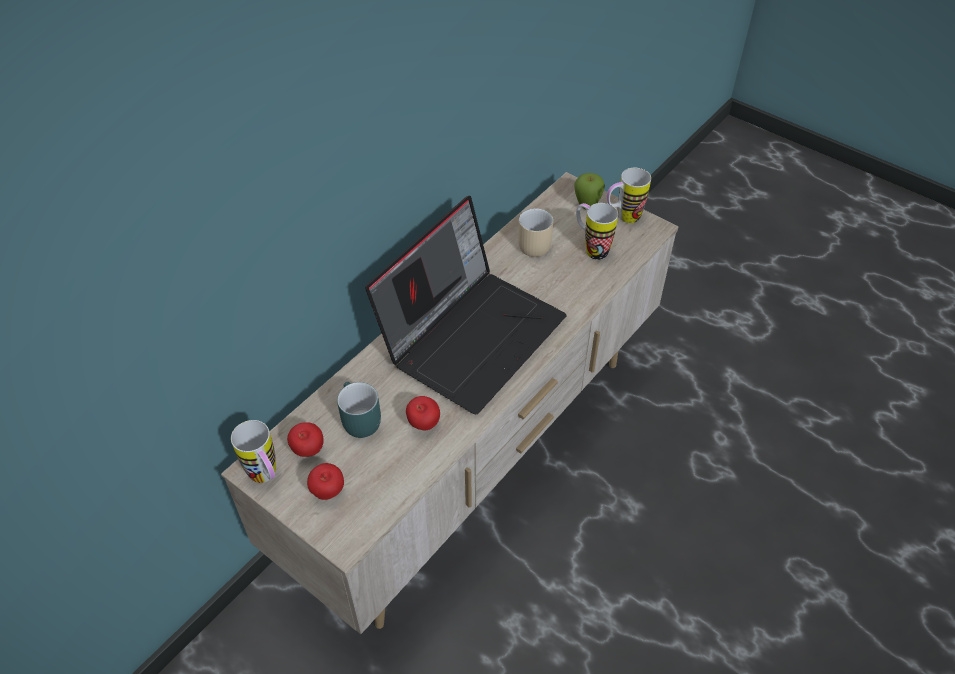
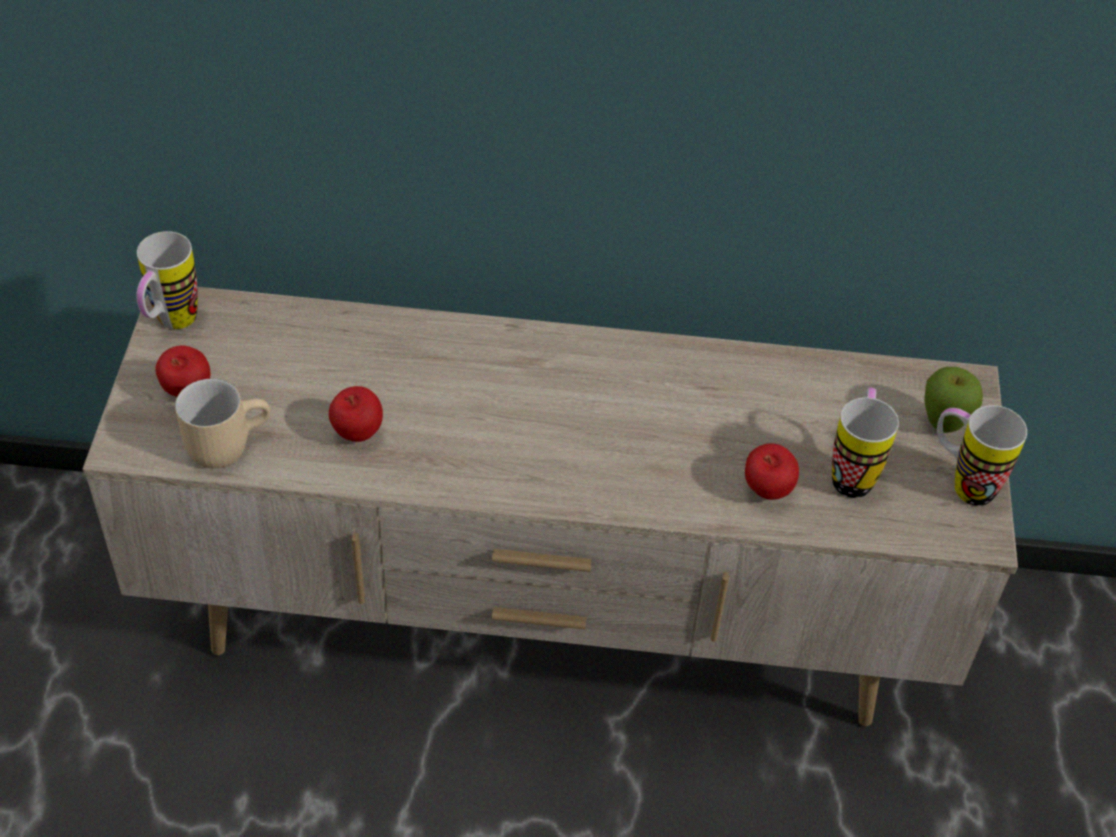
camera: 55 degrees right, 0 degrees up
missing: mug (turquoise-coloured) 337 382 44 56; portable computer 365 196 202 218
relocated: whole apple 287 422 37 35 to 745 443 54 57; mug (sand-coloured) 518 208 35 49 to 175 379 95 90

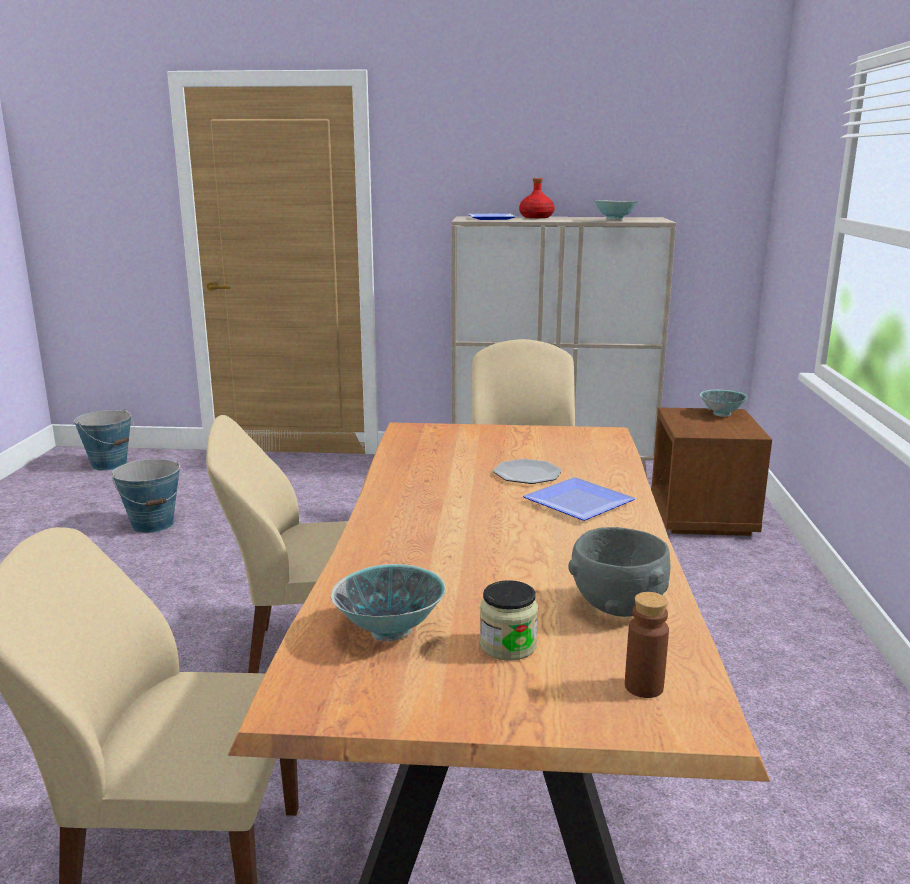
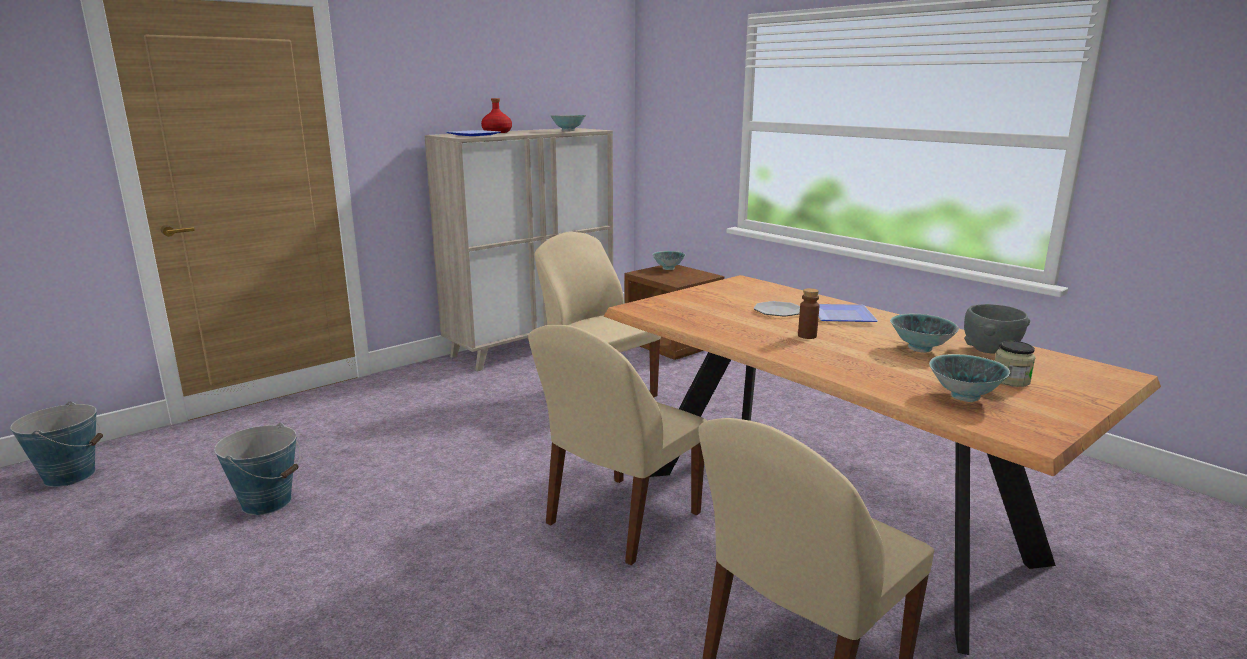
camera: 45 degrees left, 0 degrees up
appeared: bowl 890 314 69 39
relocated: drink bottle (brownish) 625 592 44 106 to 798 288 22 51

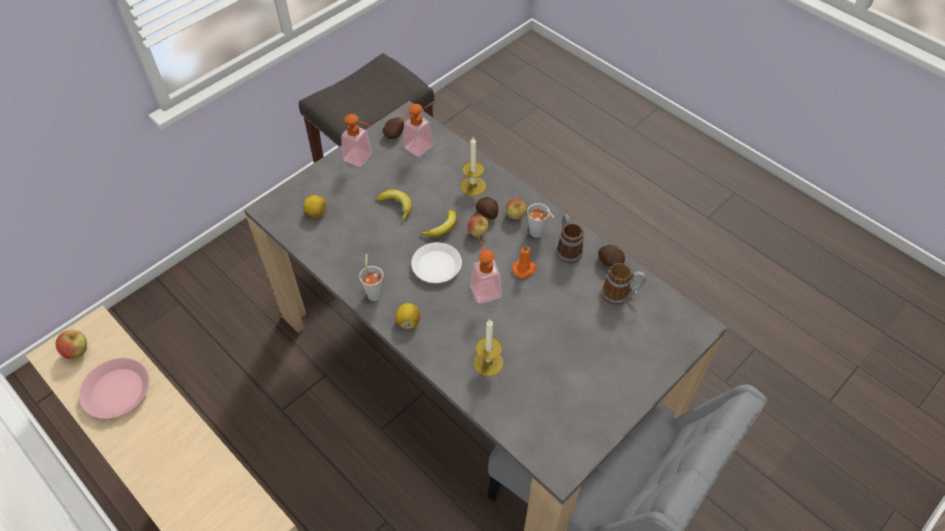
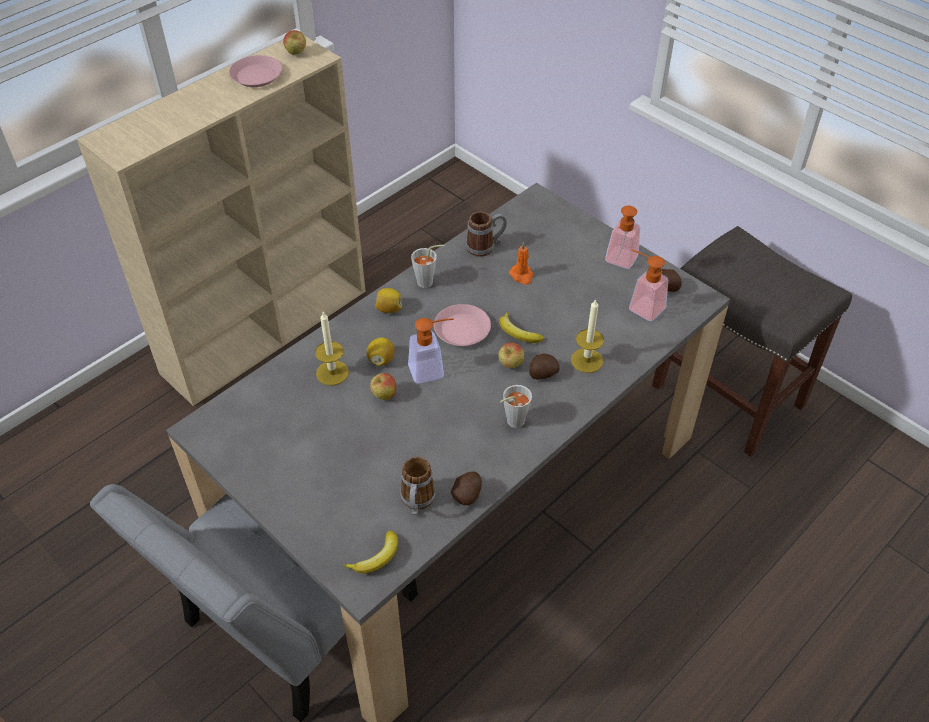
camera: 90 degrees right, 5 degrees down
relocated: whole lemon 303 195 25 22 to 366 337 29 29; whole banana 377 190 35 32 to 343 531 55 43; whole apple 506 198 21 21 to 370 373 26 27; wax light (orange) 512 244 25 34 to 509 242 24 43; mug 556 214 28 49 to 466 211 41 46
colour: plate (white-coloured) 411 242 51 41 to plate (pinkish) 434 304 57 42

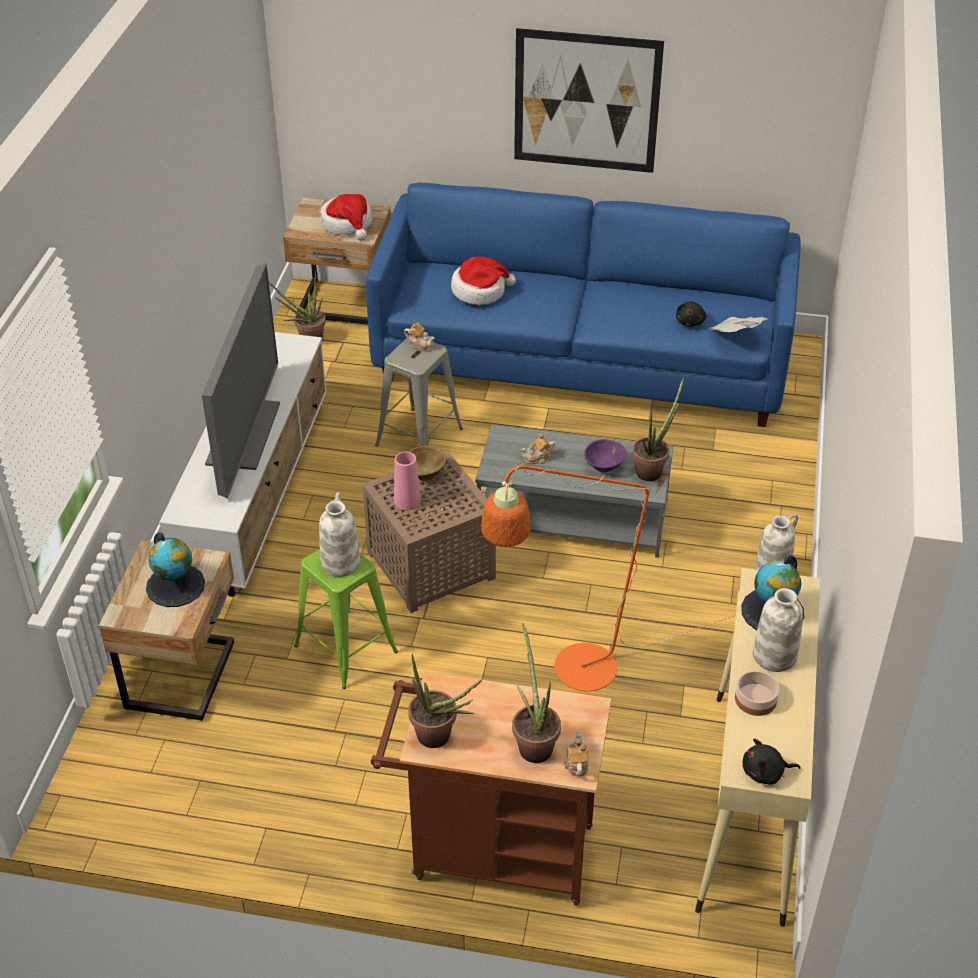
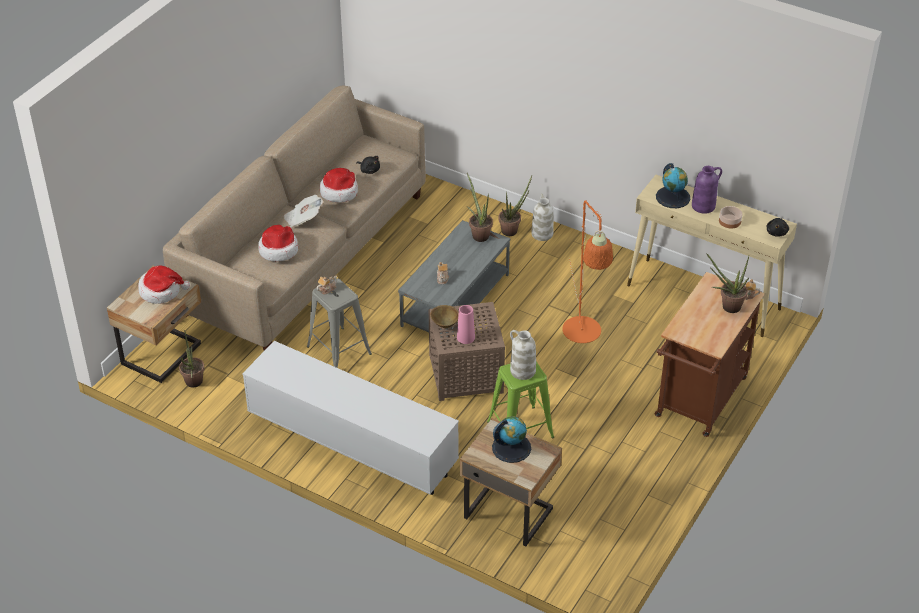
camera: 70 degrees left, 0 degrees up
missing: TV set 202 264 78 235; wall art 514 28 150 145; bowl (purple-coloured) 584 439 43 33
appeared: hat 320 168 38 35
relocated: potted plant 408 654 76 94 to 498 176 34 60; daily paper 711 317 56 15 to 284 195 39 33
colour: settee (bluish) 366 183 435 244 to settee (sand-coloured) 163 86 263 265; flower vase (white-coloured) 753 588 50 84 to flower vase (purple-coloured) 692 166 30 48

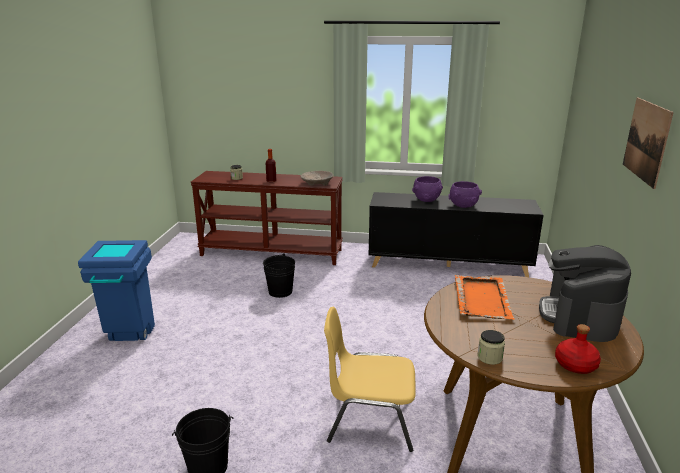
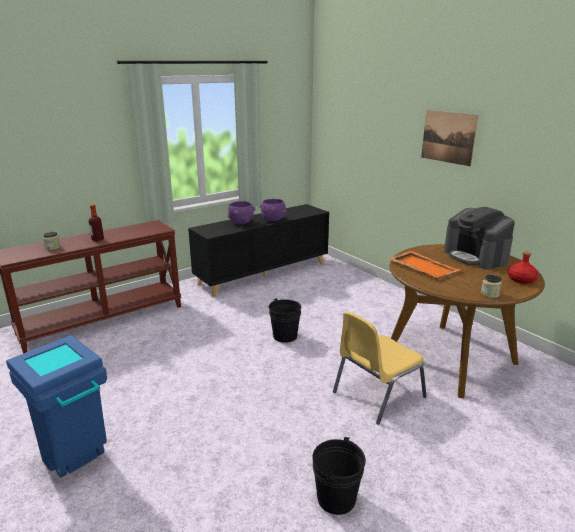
camera: 45 degrees left, 0 degrees up
missing: bowl (sand-coloured) 300 171 33 15
relocated: pail (black) 263 253 32 45 to 269 298 32 45

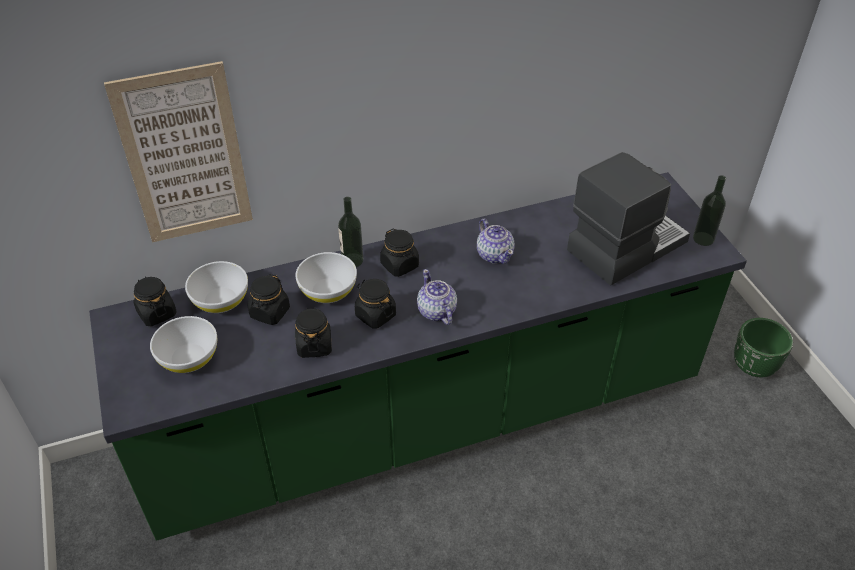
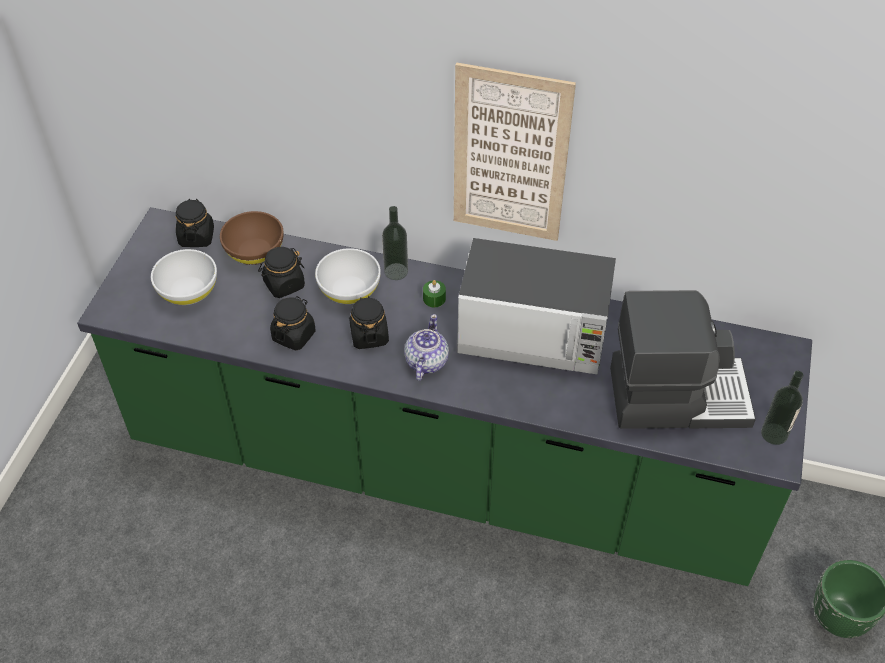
camera: 35 degrees right, 5 degrees up
relocated: wall art 104 61 149 181 to 454 62 122 179
exchanged: preserve jar (black) 380 228 39 49 to wax light (green-coloured) 423 280 23 27; tea pot 477 219 37 45 to microwave 457 238 159 136
colour: bowl (white-coloured) 185 261 63 52 to bowl (brownish) 220 211 64 54

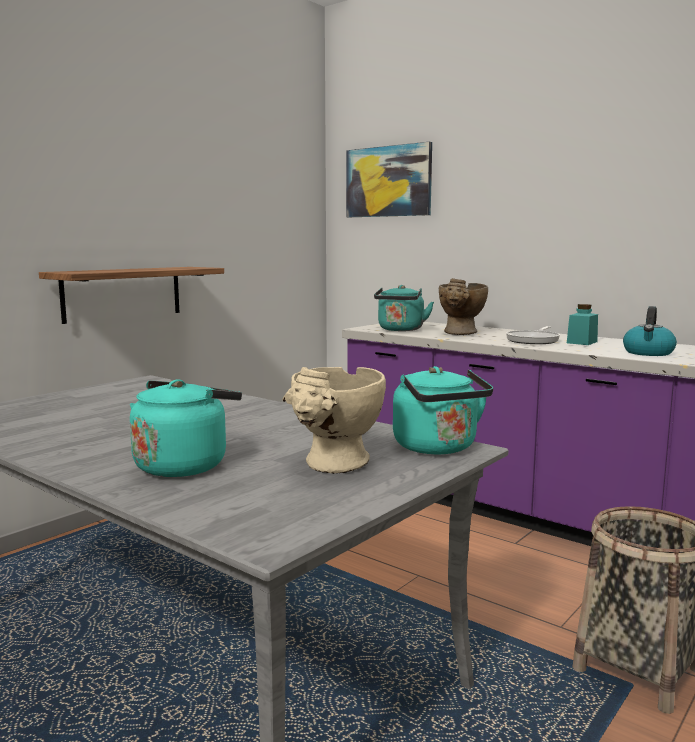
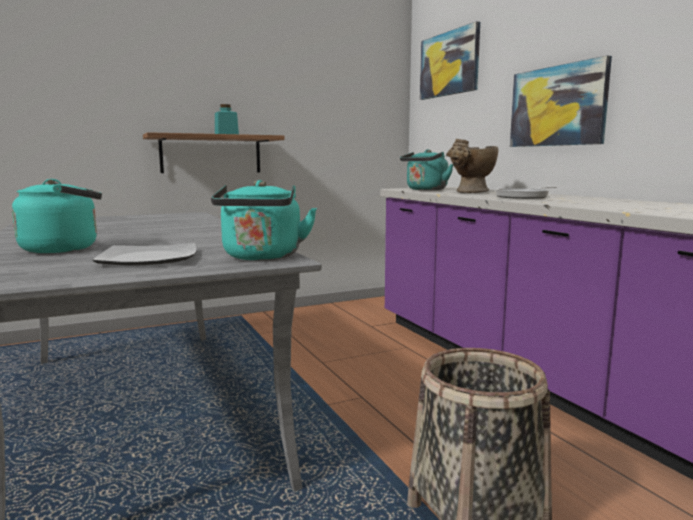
camera: 25 degrees right, 0 degrees up
missing: water kettle 623 306 54 50
appeared: wall art 510 55 102 92
relocated: preserve jar (turquoise-coloured) 567 304 31 41 to 215 104 24 30
exchanged: flower vase (sand-coloured) 282 367 104 107 to plate 92 243 105 22

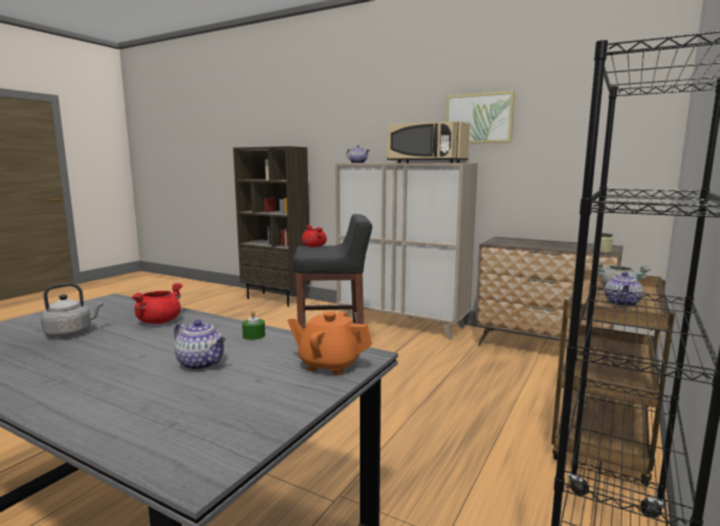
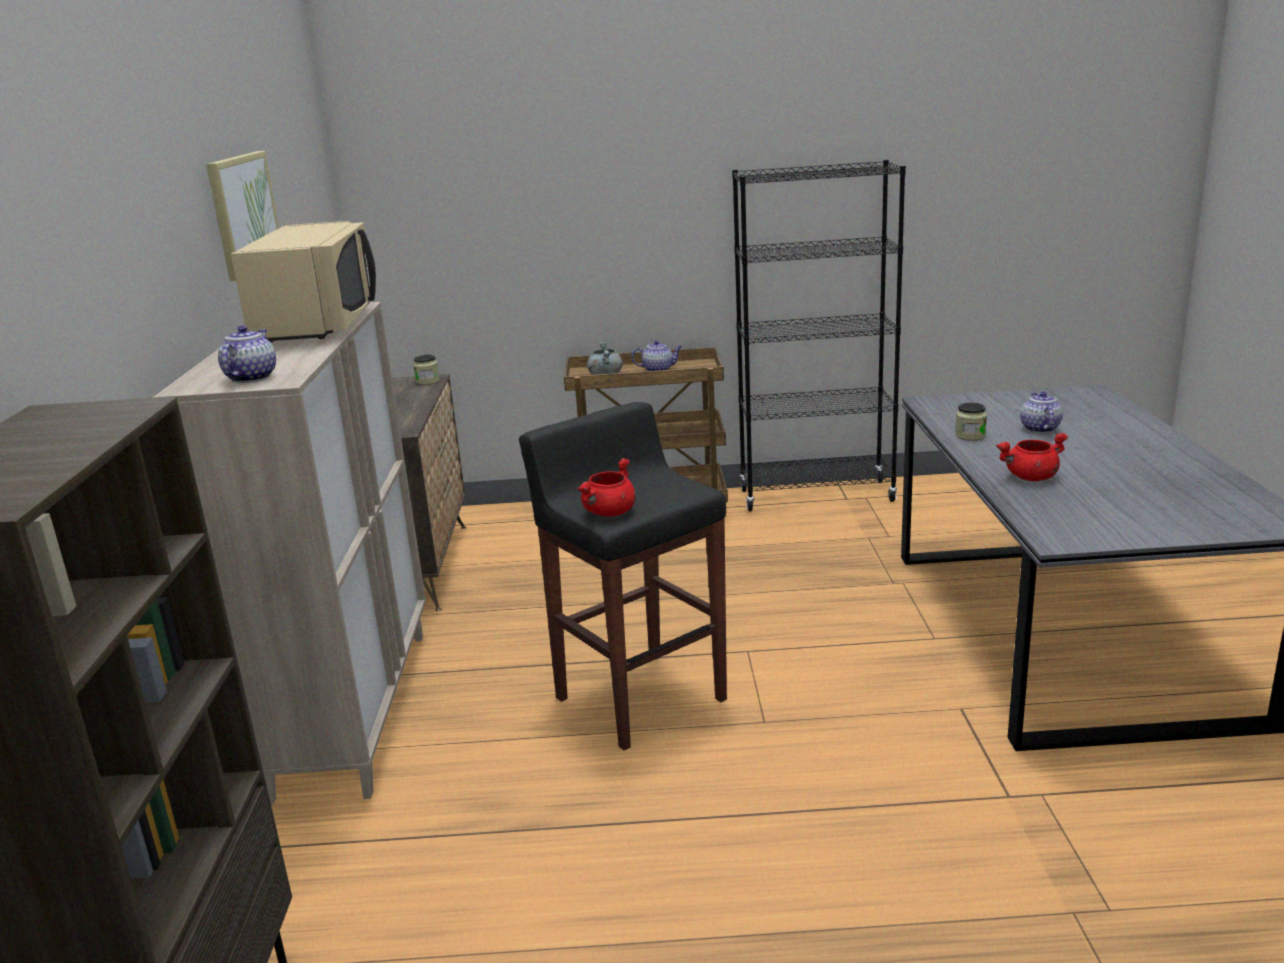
camera: 120 degrees left, 10 degrees up
missing: water kettle (greyish) 40 283 63 54; tea pot (orange) 288 311 84 64
exchanged: wax light (green-coloured) 242 311 23 29 to preserve jar 955 403 32 38

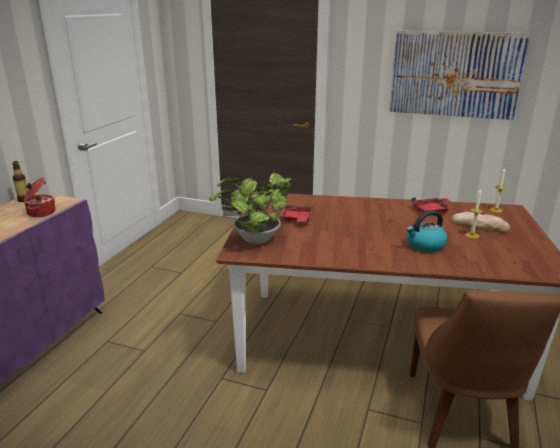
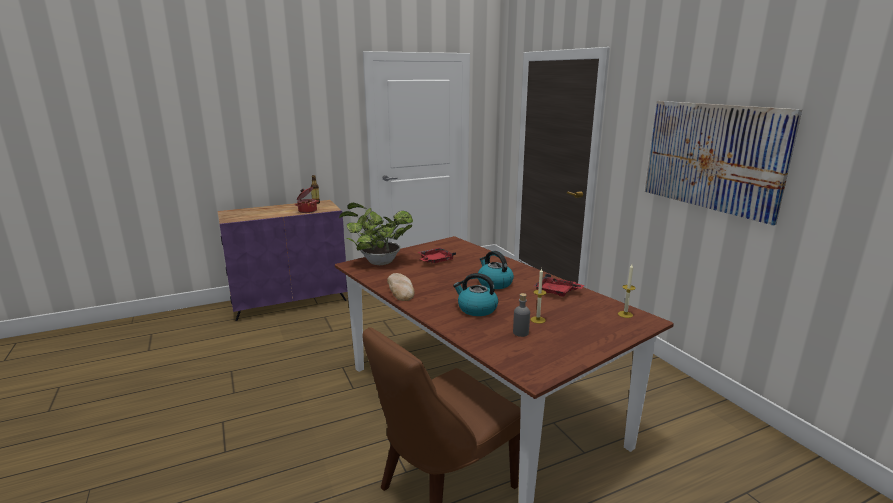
camera: 45 degrees right, 5 degrees down
appeared: water kettle 478 251 36 38; drink bottle (greyish) 513 293 17 44
relocated: bread 452 212 58 21 to 387 273 28 28

